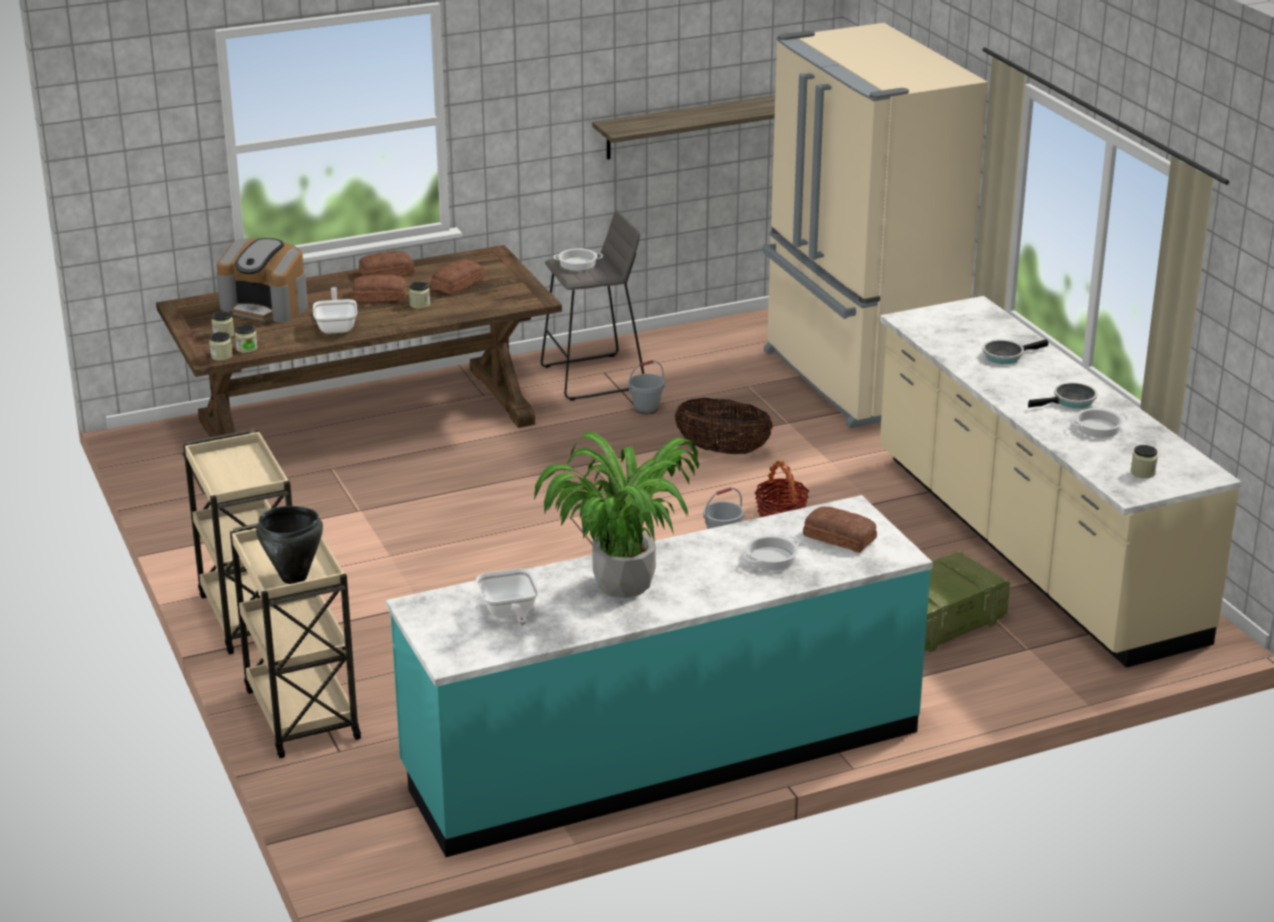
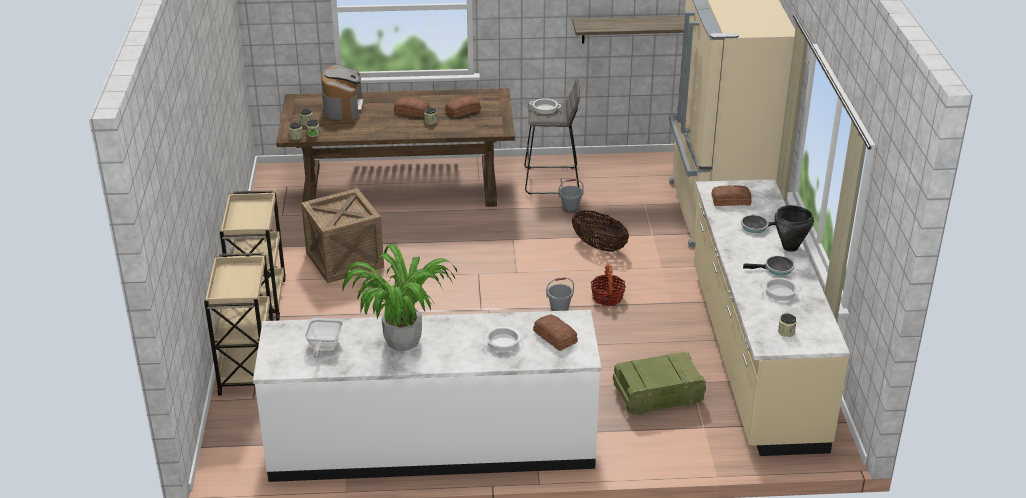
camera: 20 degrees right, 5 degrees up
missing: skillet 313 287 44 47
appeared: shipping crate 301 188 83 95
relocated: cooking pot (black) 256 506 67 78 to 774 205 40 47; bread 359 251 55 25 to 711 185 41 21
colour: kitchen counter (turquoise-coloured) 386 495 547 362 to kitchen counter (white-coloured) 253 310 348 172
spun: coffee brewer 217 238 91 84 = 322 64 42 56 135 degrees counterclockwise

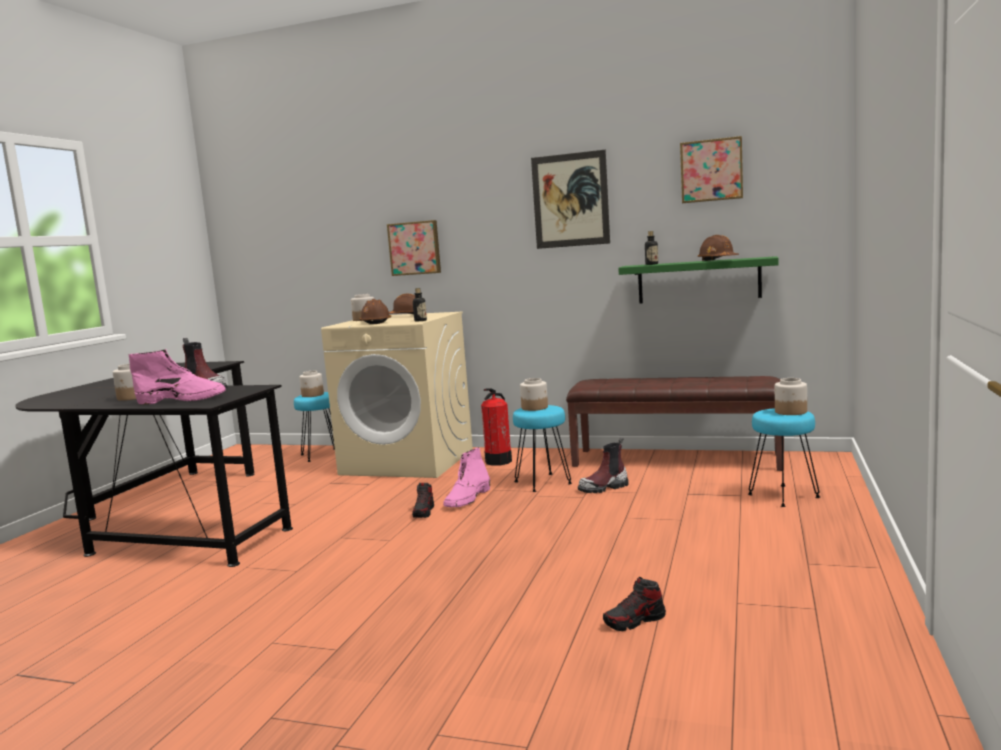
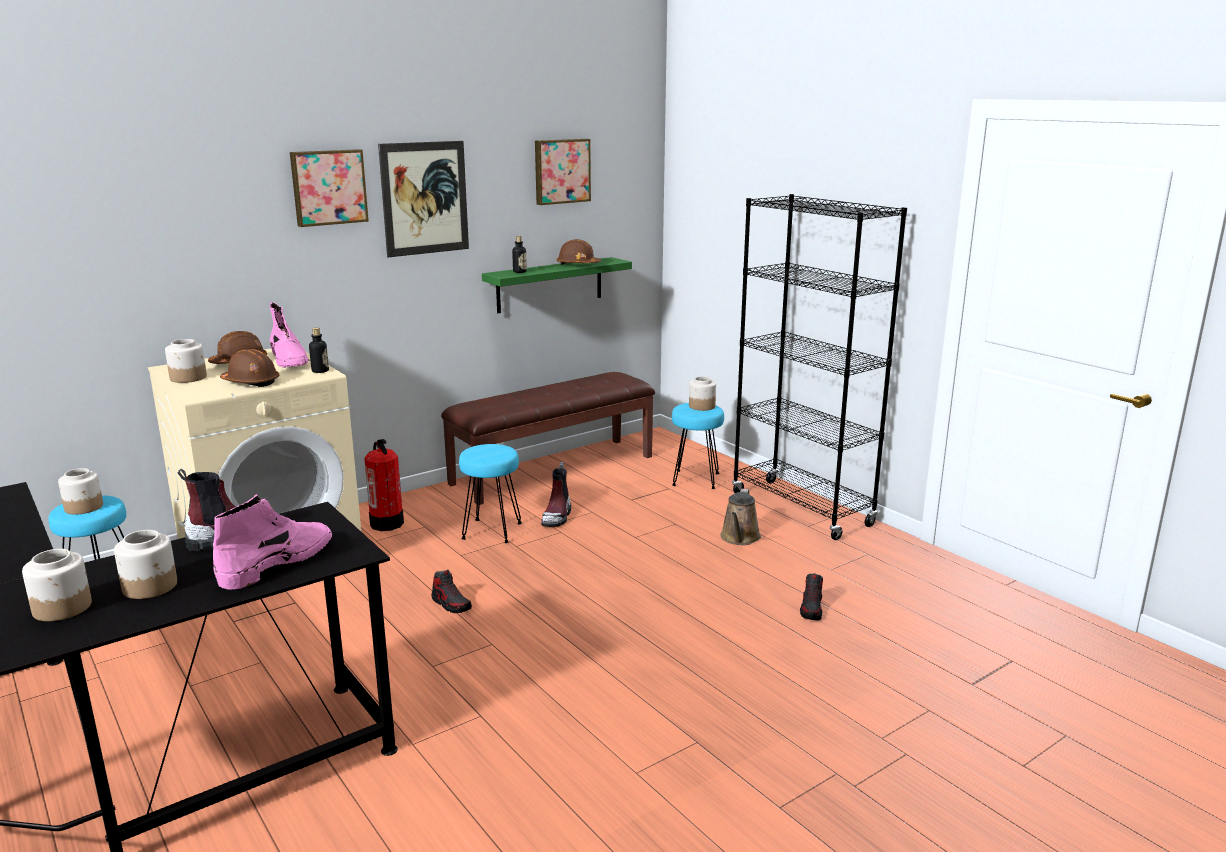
camera: 55 degrees left, 10 degrees up
appeared: watering can (brownish) 720 489 41 56; bookcase (black) 732 194 175 346
relocated: wall art 387 220 54 56 to 290 149 79 78; tall boot (pinkish) 443 447 47 60 to 270 302 39 65; preserve jar 520 378 28 33 to 22 549 70 72

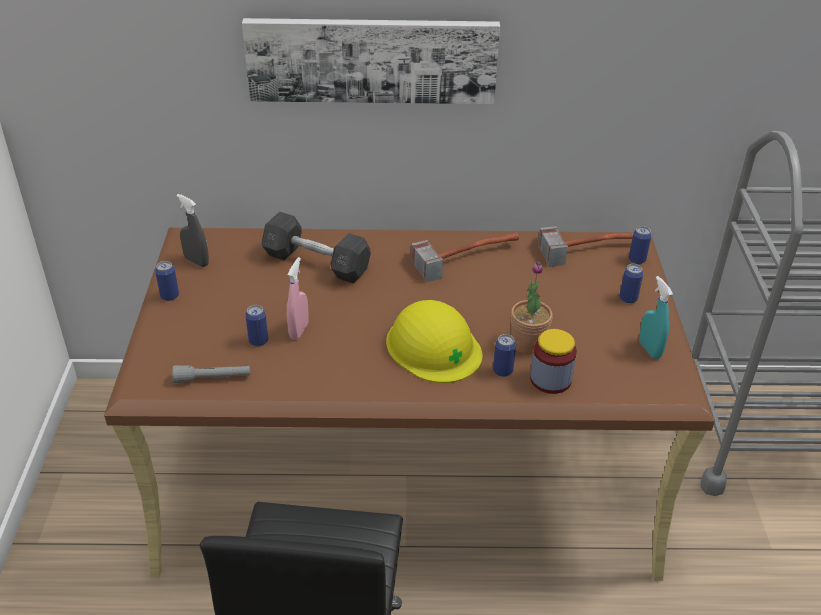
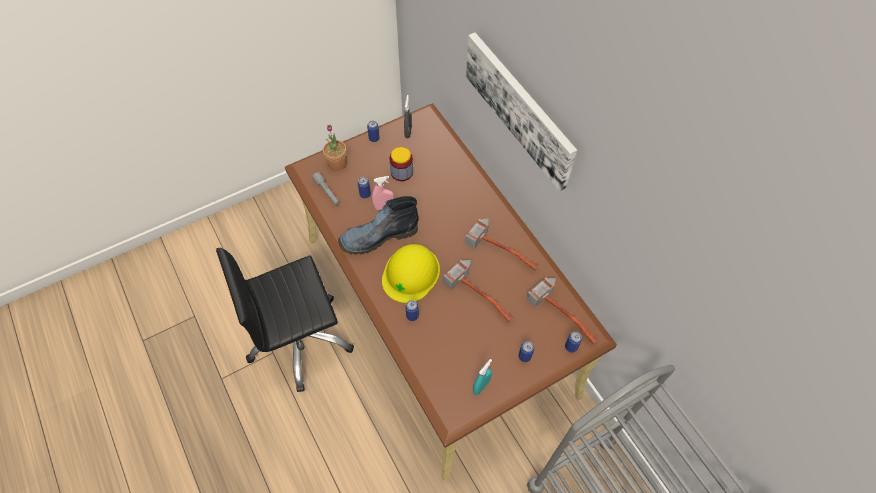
camera: 60 degrees right, 20 degrees up
missing: free weight (greyish) 262 212 109 71
appeared: tall boot 338 196 81 59; hand hammer 443 259 71 64
relocated: potted plant 511 261 42 94 to 323 125 24 46; preserve jar 530 329 47 65 to 389 147 24 34

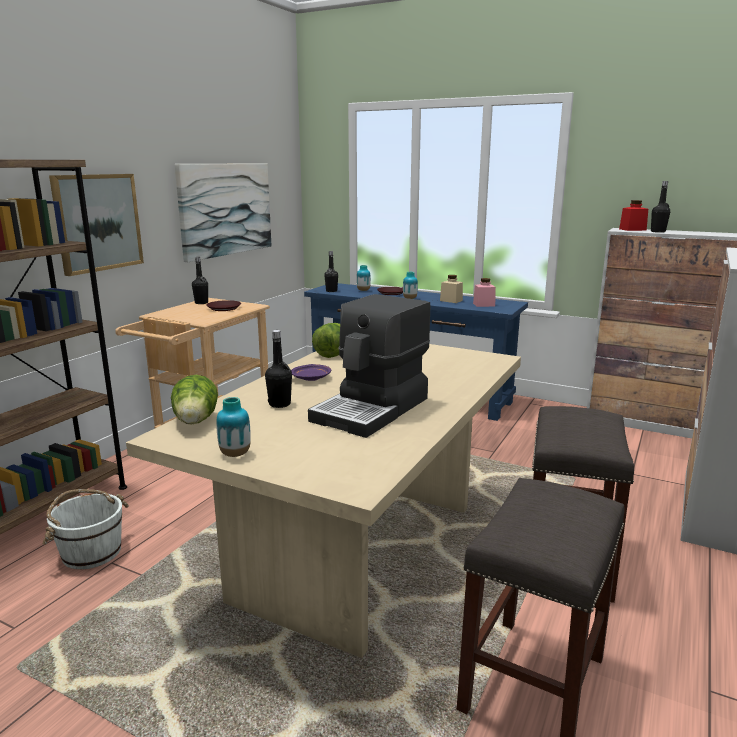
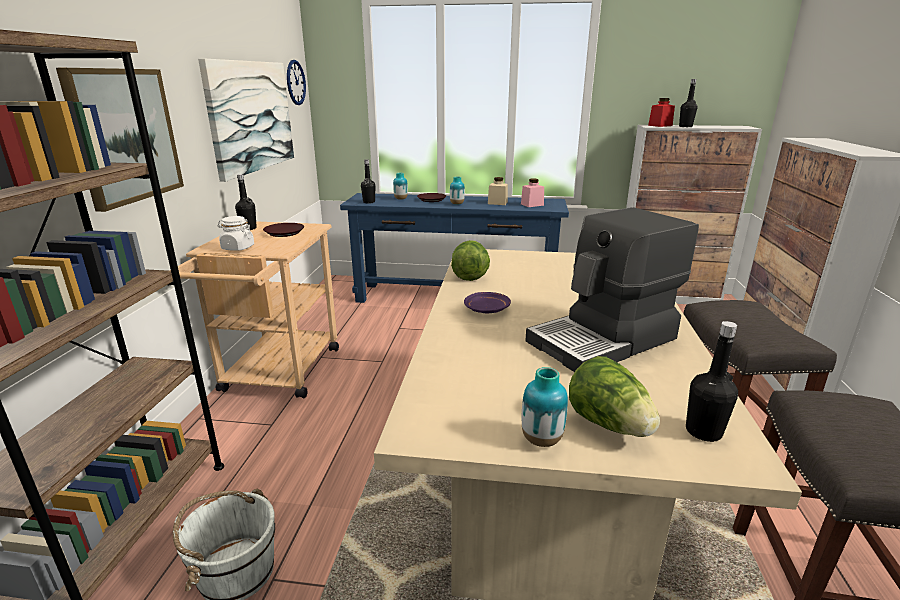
camera: 20 degrees left, 5 degrees up
appeared: preserve jar (white-coloured) 218 216 36 35; clock on the wall 287 60 19 45
relocated: head of lettuce 171 375 47 49 to 569 356 91 81; drink bottle (black) 265 330 27 78 to 686 321 52 121
spun: coffee brewer 308 294 122 144 = 525 207 174 165 45 degrees clockwise

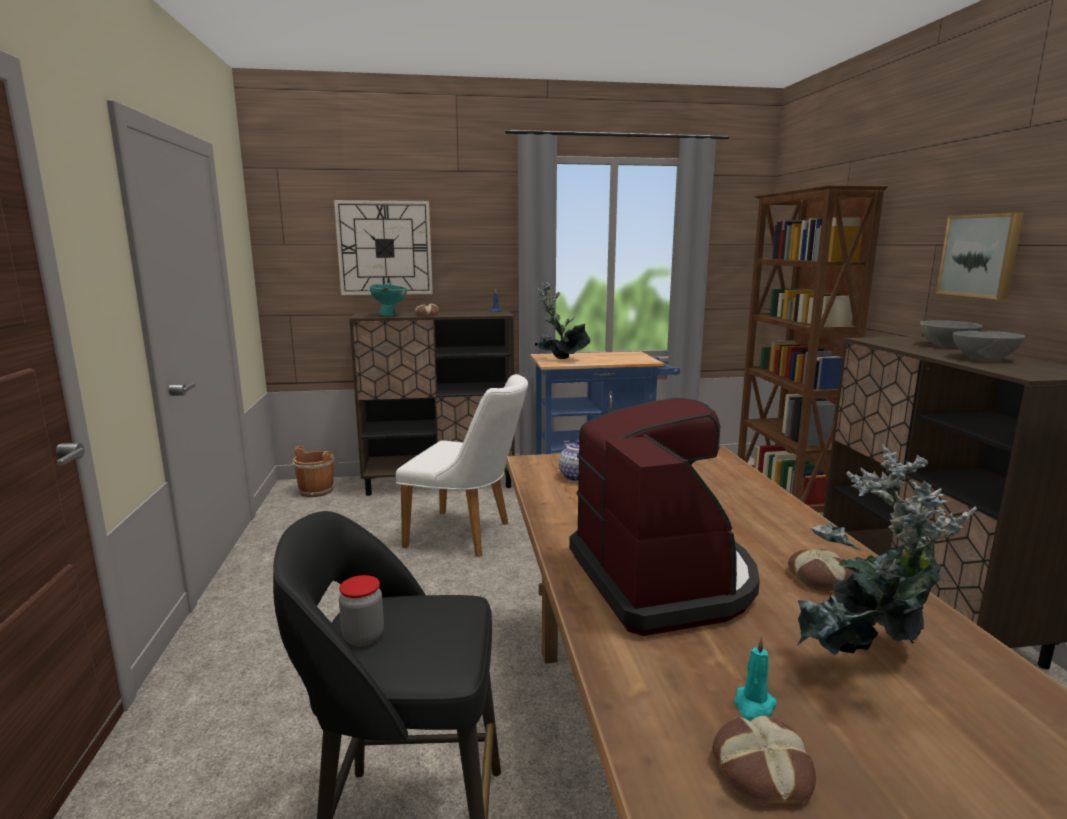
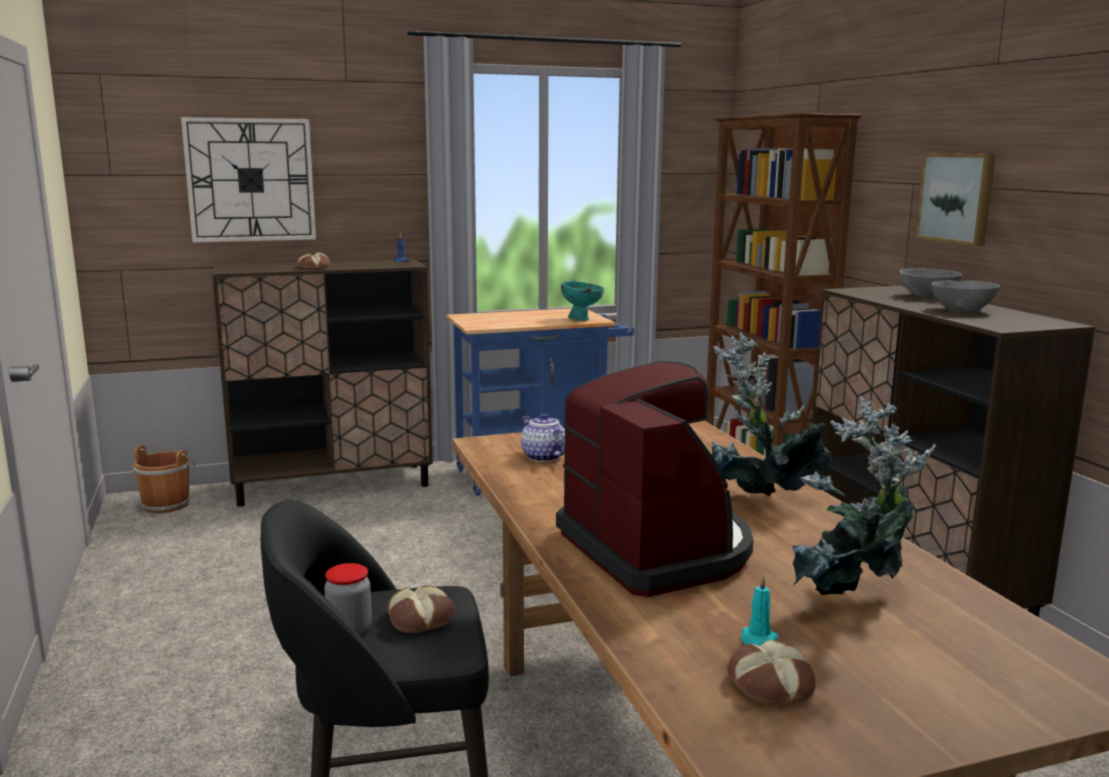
camera: 10 degrees left, 0 degrees up
missing: chair (white-coloured) 396 374 132 183
relocated: bowl (turquoise-coloured) 370 282 37 34 to 561 279 43 42; potted plant 535 282 55 77 to 712 332 120 164; bread 788 549 67 43 to 387 585 68 48

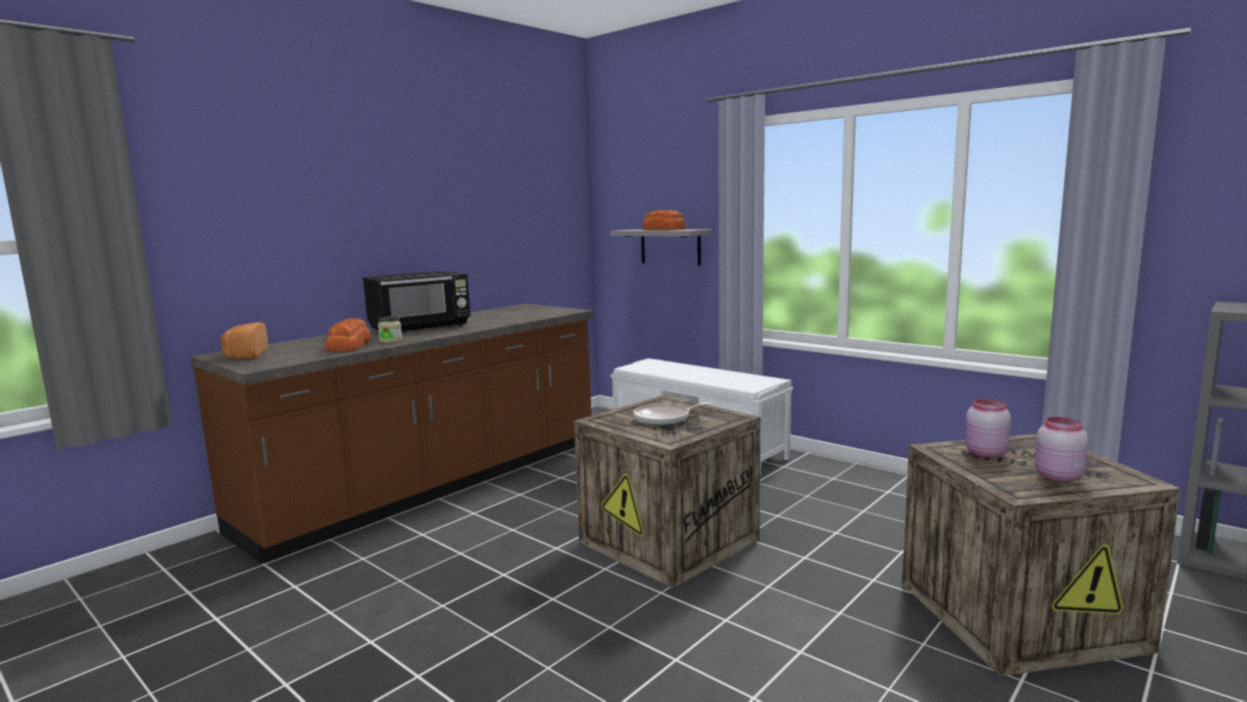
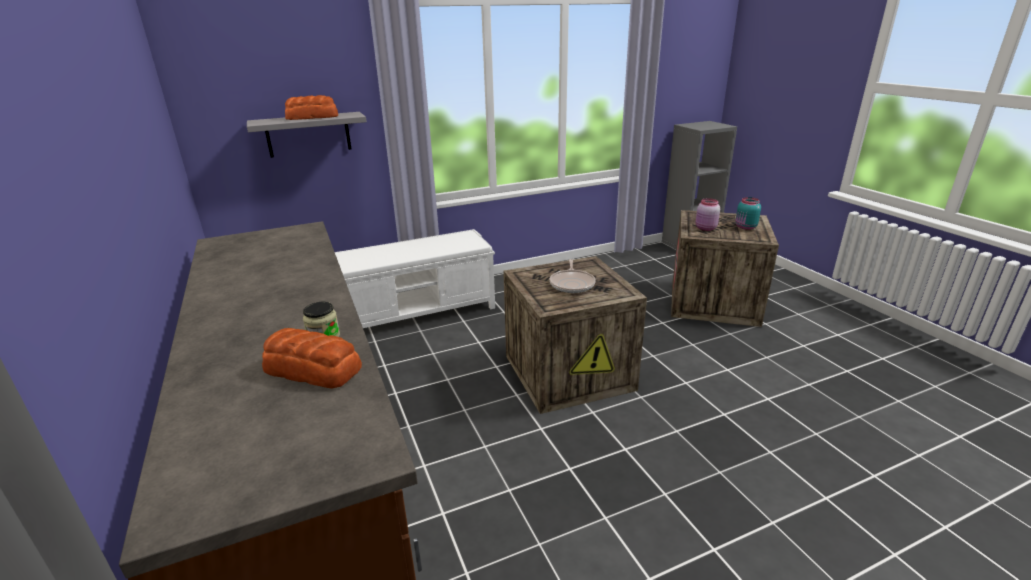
camera: 65 degrees left, 15 degrees up
missing: bread 221 322 47 37; microwave (black) 363 271 107 61
colour: preserve jar (pinkish) 1035 417 53 65 to preserve jar (turquoise-coloured) 735 197 26 33

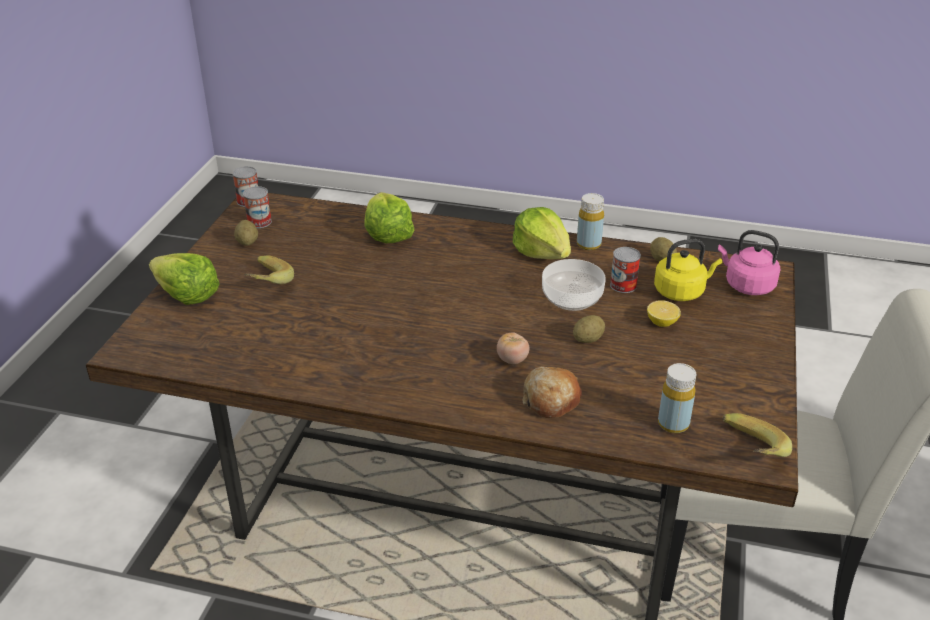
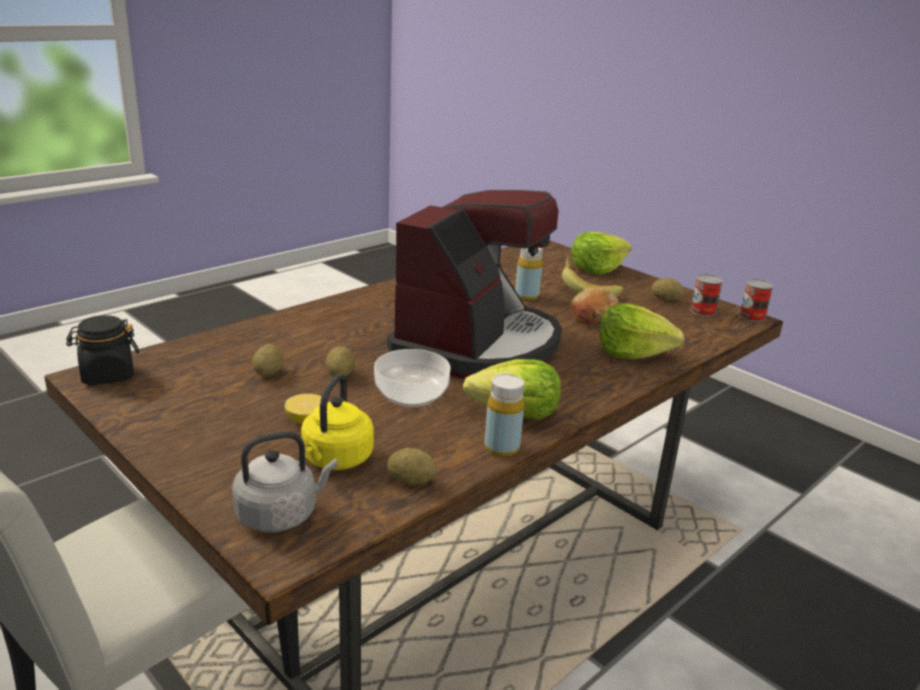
camera: 120 degrees right, 10 degrees down
missing: whole tomato 497 332 32 32; can 610 247 31 46
appeared: potato 252 344 31 32; coffee brewer 387 190 175 189
relocated: bread 522 367 60 51 to 571 288 49 38; drink bottle (yellowish) 658 363 38 70 to 515 248 28 53
exchanged: whole banana 722 413 70 44 to preserve jar (black) 66 315 73 70
colour: water kettle (pinkish) 718 230 62 65 to water kettle (greyish) 232 431 106 101

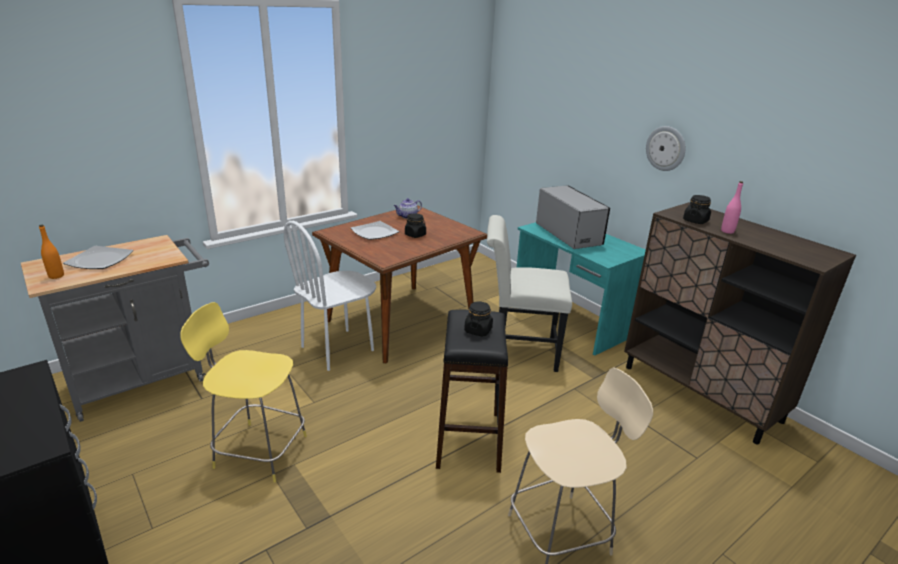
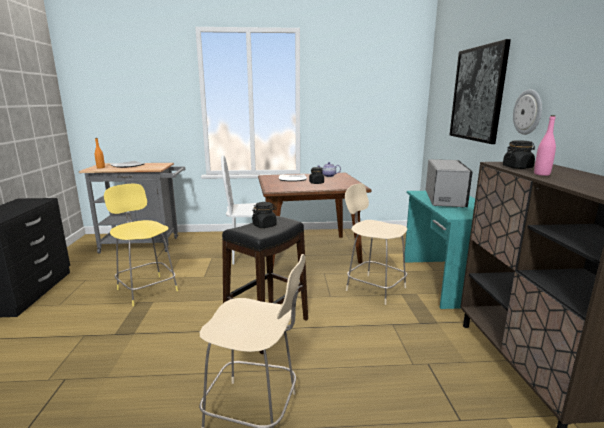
camera: 35 degrees right, 10 degrees down
appeared: wall art 450 39 61 105
exchanged: chair (white-coloured) 487 215 85 157 to stool seat (sand-coloured) 345 184 62 121

